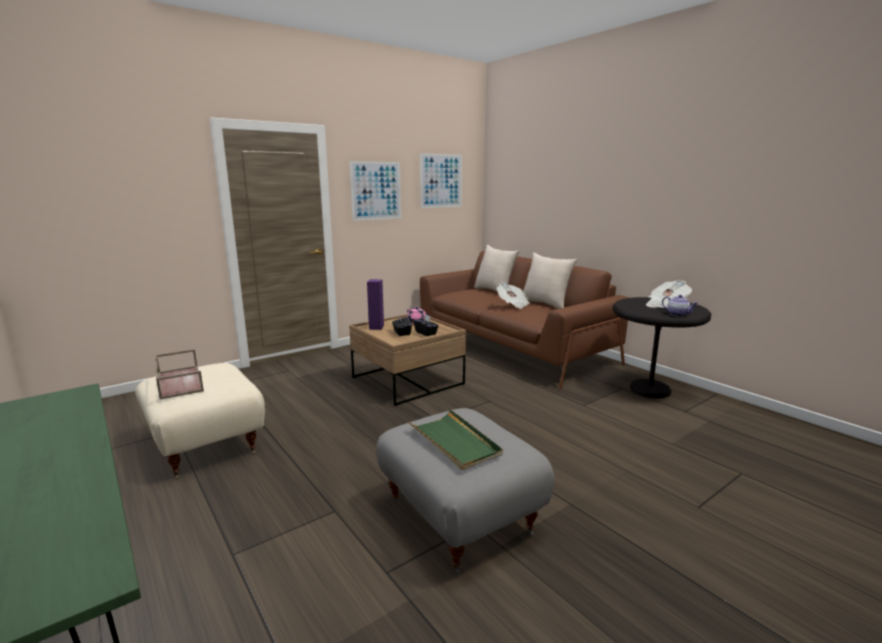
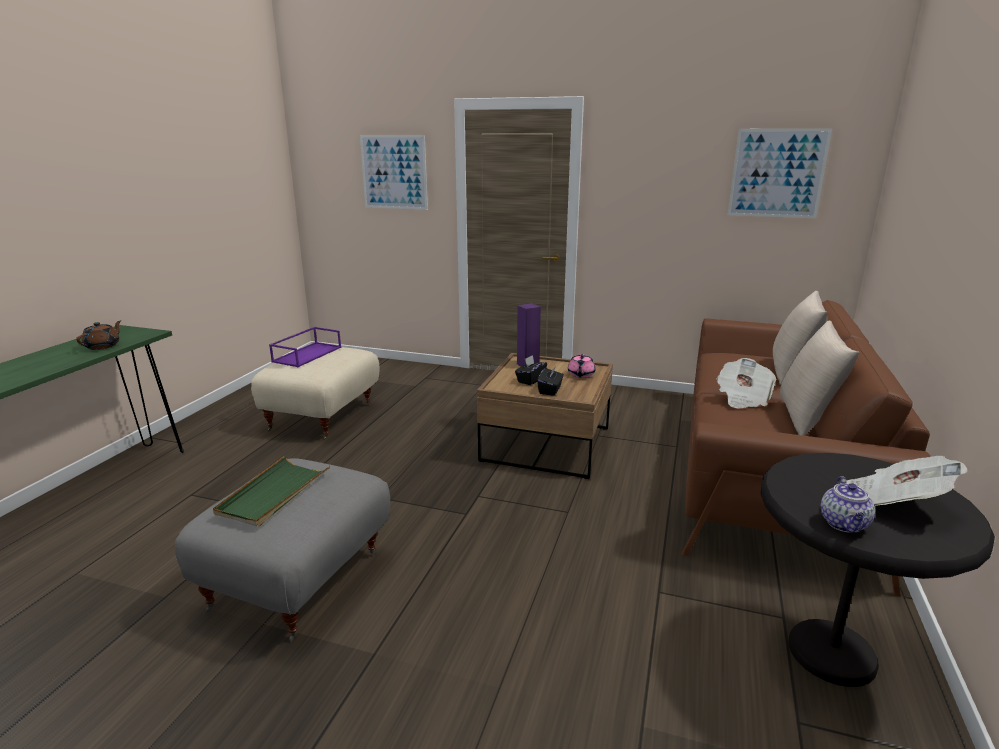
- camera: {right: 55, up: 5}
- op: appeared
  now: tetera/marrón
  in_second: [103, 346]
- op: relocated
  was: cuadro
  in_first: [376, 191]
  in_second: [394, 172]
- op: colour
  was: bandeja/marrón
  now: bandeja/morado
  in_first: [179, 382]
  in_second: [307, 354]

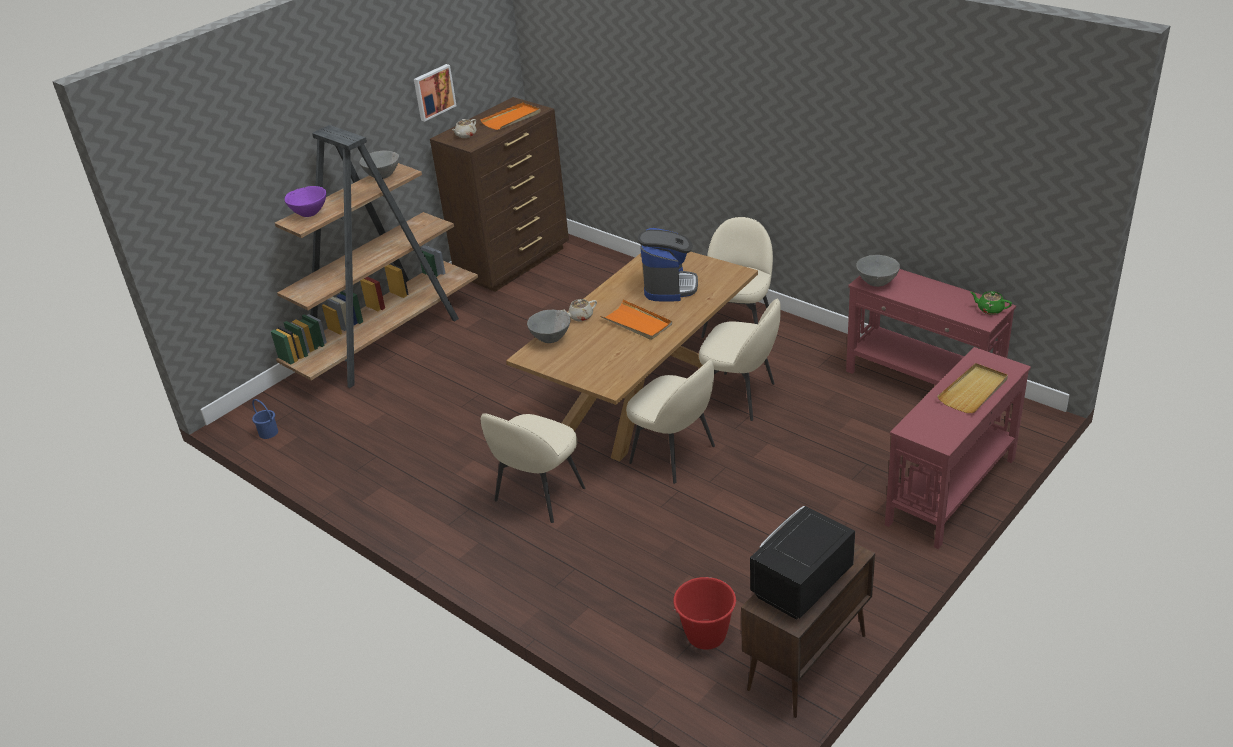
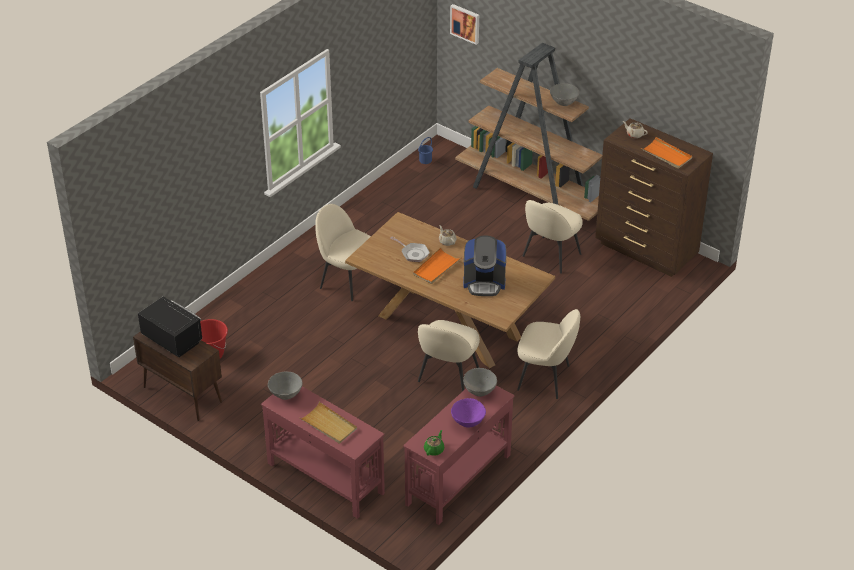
- camera: {right: 85, up: 5}
- op: appeared
  now: sartén
  in_second: [413, 253]
- op: relocated
  was: cuenco/morado
  in_first: [309, 213]
  in_second: [468, 422]
- op: relocated
  was: cuadro
  in_first: [433, 92]
  in_second: [465, 23]
- op: relocated
  was: cuenco/gris
  in_first: [551, 339]
  in_second: [286, 395]
- op: relocated
  was: silla/beis
  in_first: [674, 455]
  in_second: [550, 256]

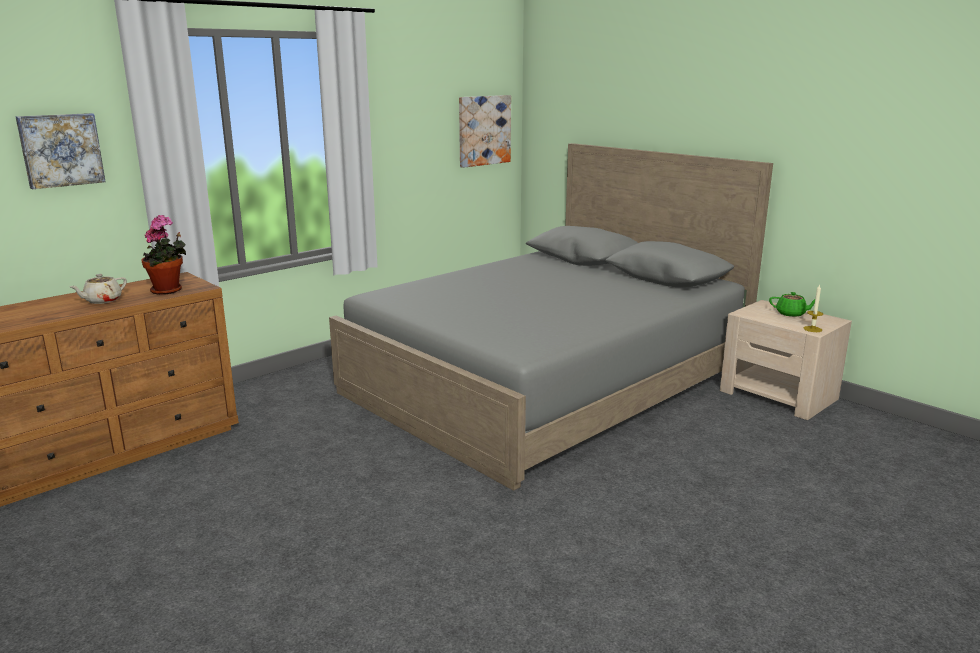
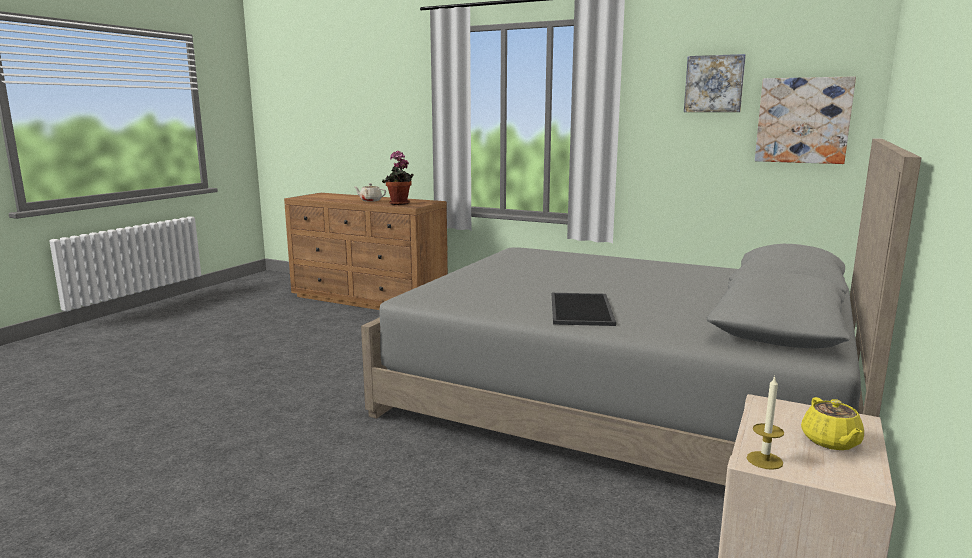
- camera: {right: 70, up: -5}
- op: appeared
  now: bandeja
  in_second: [583, 310]
- op: relocated
  was: cuadro
  in_first: [61, 150]
  in_second: [714, 84]
- op: colour
  was: tetera/verde
  now: tetera/amarillo
  in_first: [791, 314]
  in_second: [831, 442]

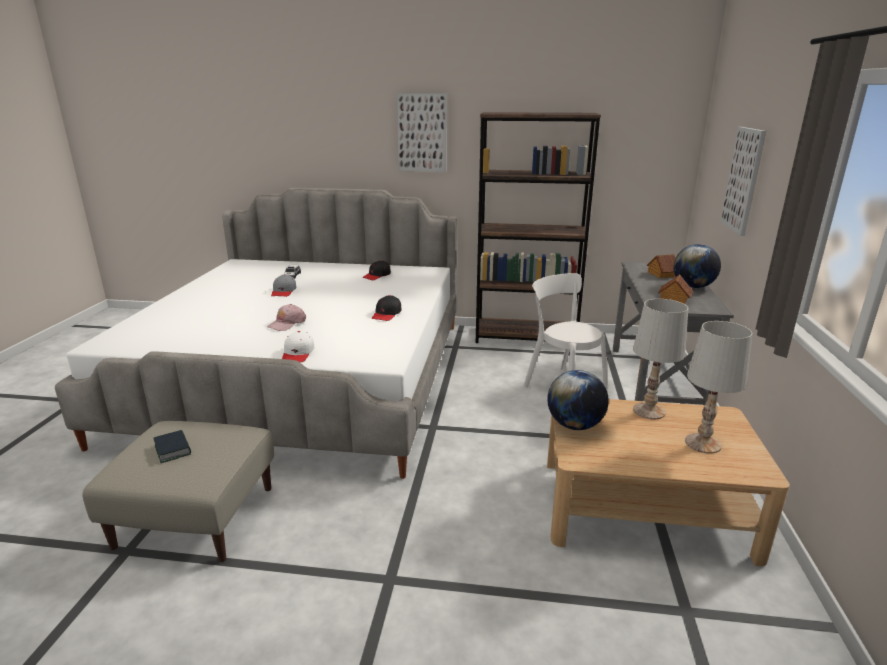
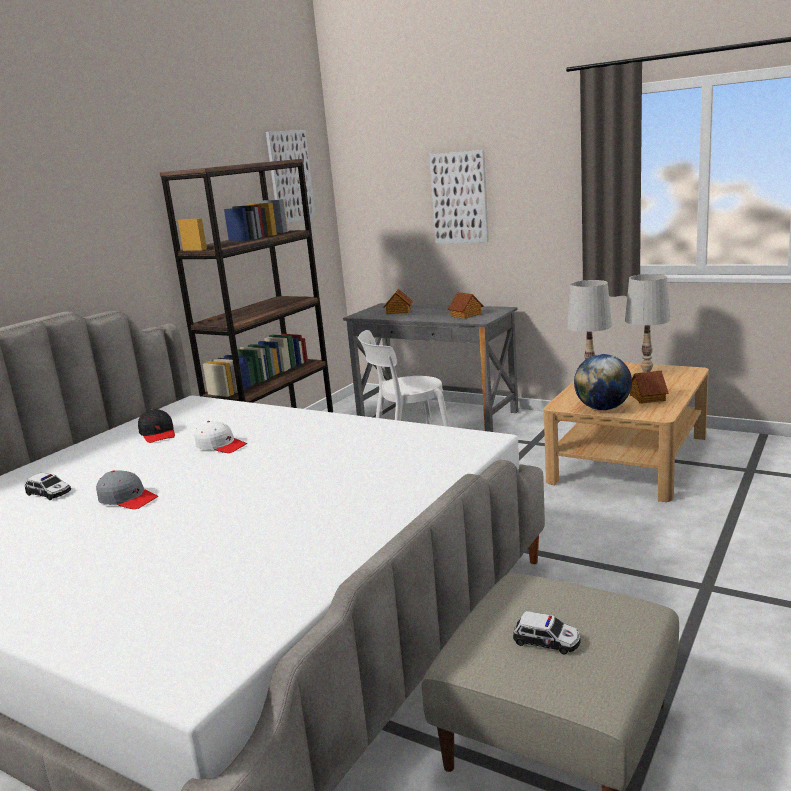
- camera: {right: -65, up: -5}
- op: missing
  was: gorra/rosa
  in_first: [287, 323]
- op: missing
  was: gorra/negro
  in_first: [387, 314]
- op: missing
  was: globo terráqueo
  in_first: [693, 287]
- op: appeared
  now: casita
  in_second: [647, 398]
- op: relocated
  was: gorra/blanco
  in_first: [298, 353]
  in_second: [220, 445]
- op: relocated
  was: cuadro
  in_first: [422, 133]
  in_second: [290, 176]
- op: exchanged
  was: libro
  now: coche de juguete
  in_first: [173, 450]
  in_second: [547, 641]

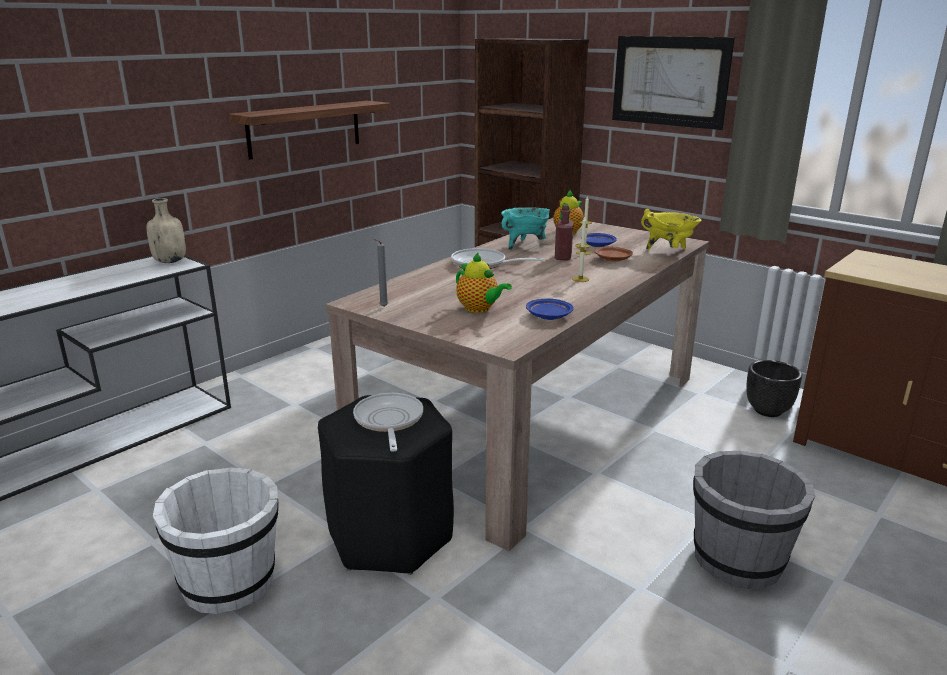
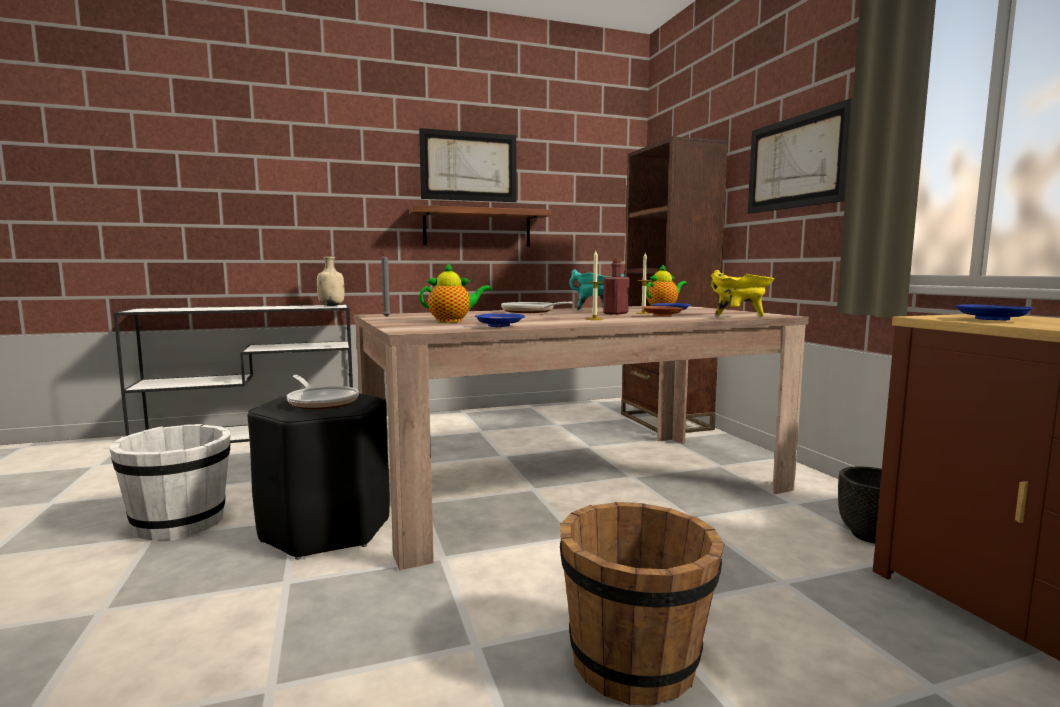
- camera: {right: 30, up: -15}
- op: appeared
  now: cuadro
  in_second: [469, 166]
- op: appeared
  now: plato/azul
  in_second: [992, 320]
- op: colour
  was: cubo/gris
  now: cubo/marrón
  in_first: [738, 559]
  in_second: [635, 662]
- op: spun
  was: sartén
  in_first: [388, 422]
  in_second: [321, 402]
  clockwise: 120
- op: spun
  was: tetera
  in_first: [479, 309]
  in_second: [453, 321]
  clockwise: -90

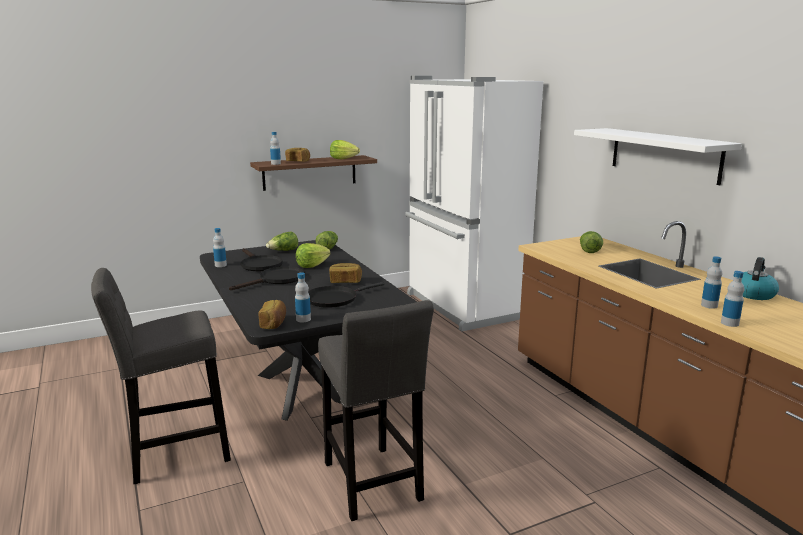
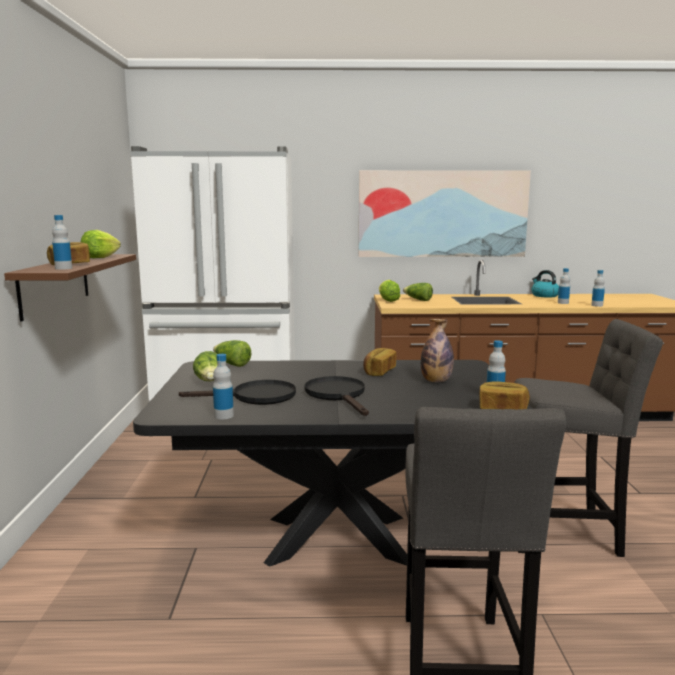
- camera: {right: -65, up: -5}
- op: relocated
  was: lechuga
  in_first: [312, 265]
  in_second: [387, 300]
- op: exchanged
  was: sartén/negro
  now: botella
  in_first: [334, 299]
  in_second: [436, 381]
- op: exchanged
  was: estante/blanco
  now: cuadro
  in_first: [664, 154]
  in_second: [442, 214]

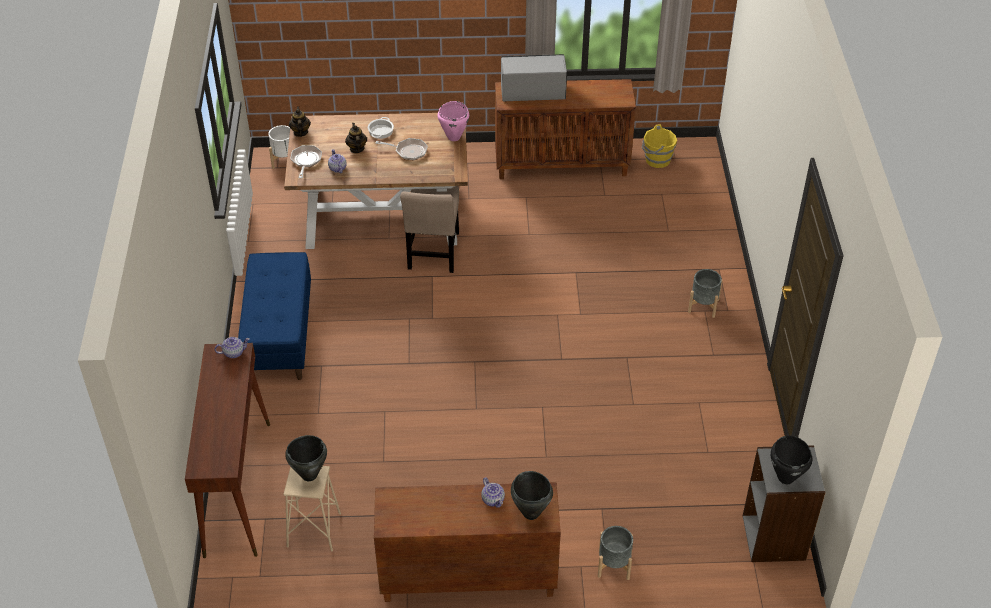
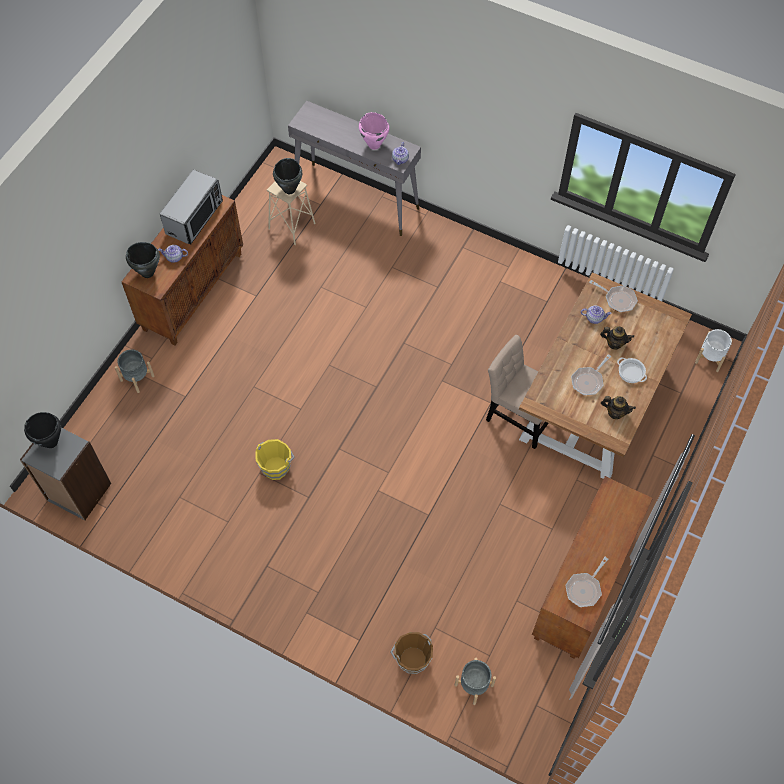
- camera: {right: 120, up: 15}
- op: missing
  was: banco/azul
  in_first: [279, 335]
- op: appeared
  now: cubo/marrón
  in_second: [412, 659]
- op: appeared
  now: sartén
  in_second: [584, 588]
- op: relocated
  was: tetera
  in_first: [300, 132]
  in_second: [615, 412]
- op: relocated
  was: olla/rosa
  in_first: [453, 137]
  in_second: [374, 144]
- op: relocated
  was: microondas
  in_first: [532, 91]
  in_second: [195, 217]
- op: relocated
  was: cubo/amarillo
  in_first: [657, 160]
  in_second: [276, 467]
- op: relocated
  was: maceta/gris
  in_first: [703, 305]
  in_second: [474, 685]
- op: colour
  was: mesa consola/marrón
  now: mesa consola/gris
  in_first: [237, 487]
  in_second: [357, 199]

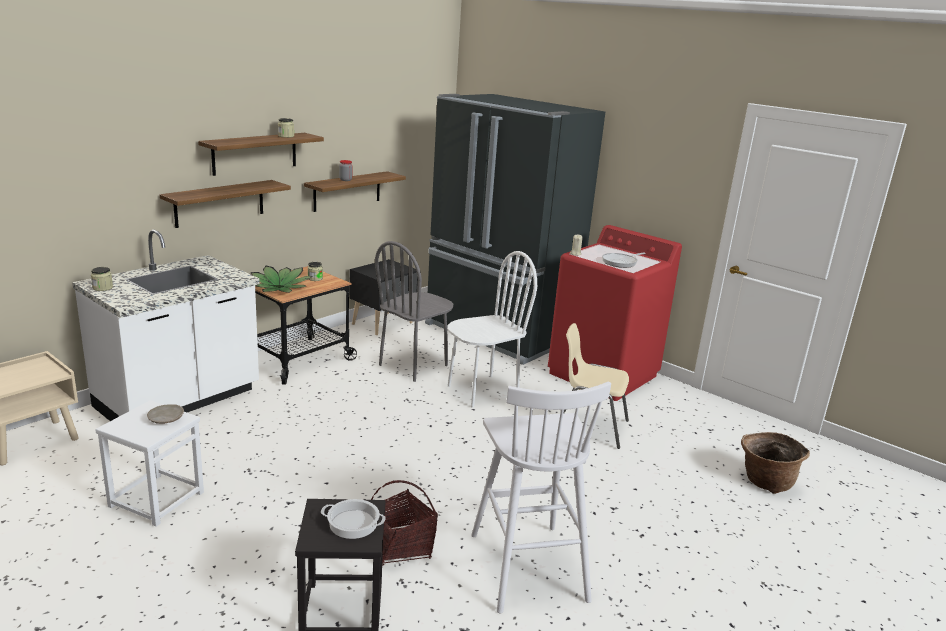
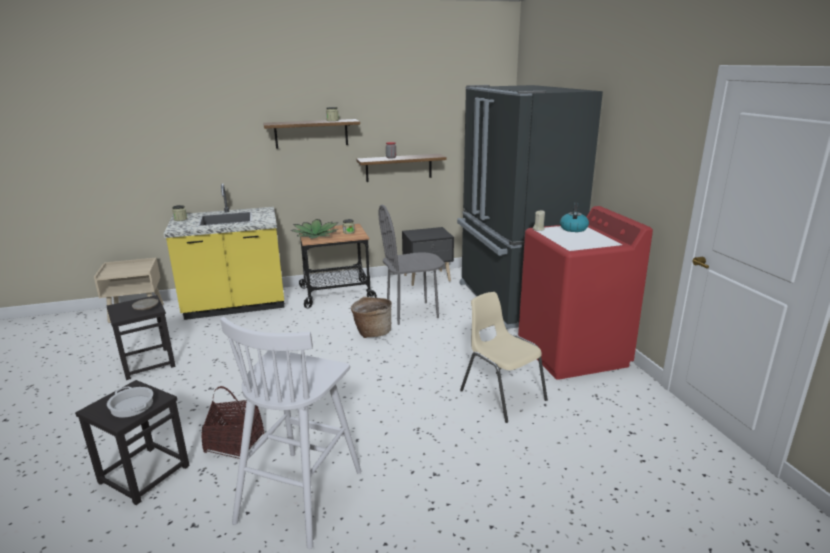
- camera: {right: 35, up: 0}
- op: missing
  was: estante
  in_first: [219, 203]
- op: missing
  was: silla/blanco
  in_first: [482, 391]
- op: missing
  was: sartén
  in_first: [621, 262]
- op: appeared
  now: hervidor
  in_second: [573, 228]
- op: relocated
  was: cesta
  in_first: [765, 482]
  in_second: [372, 332]
- op: colour
  was: mueble bajo de cocina/blanco
  now: mueble bajo de cocina/amarillo
  in_first: [179, 400]
  in_second: [235, 305]
- op: colour
  was: taburete/blanco
  now: taburete/negro
  in_first: [156, 499]
  in_second: [148, 363]

